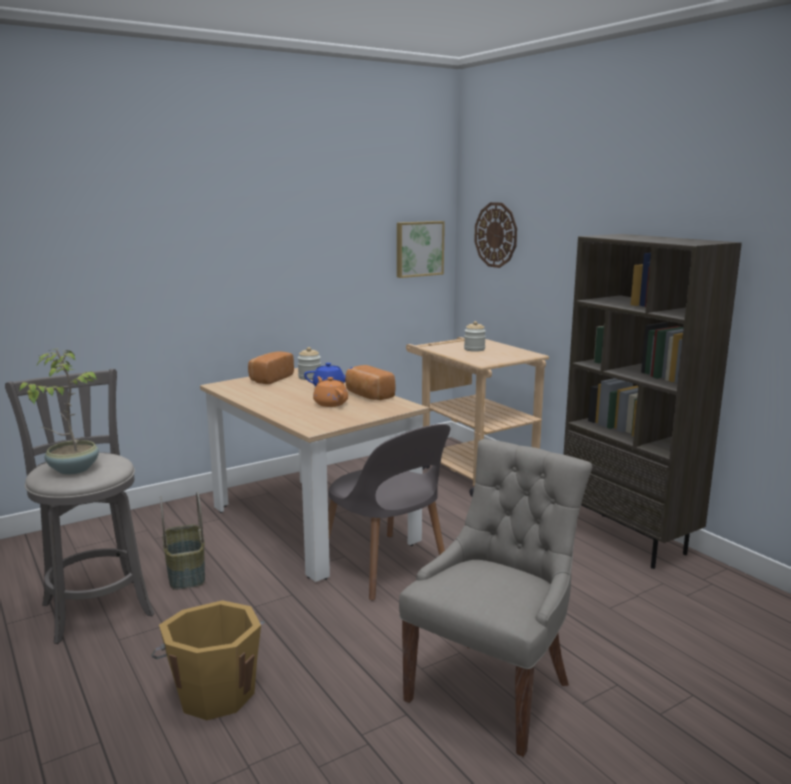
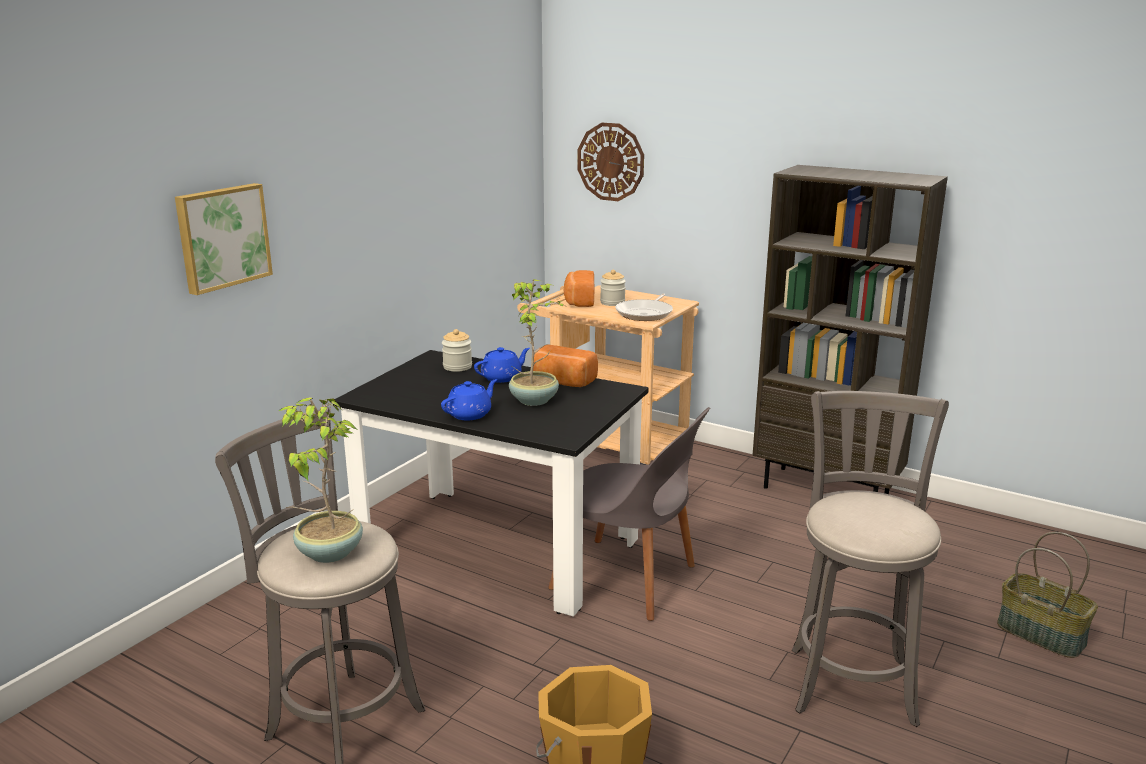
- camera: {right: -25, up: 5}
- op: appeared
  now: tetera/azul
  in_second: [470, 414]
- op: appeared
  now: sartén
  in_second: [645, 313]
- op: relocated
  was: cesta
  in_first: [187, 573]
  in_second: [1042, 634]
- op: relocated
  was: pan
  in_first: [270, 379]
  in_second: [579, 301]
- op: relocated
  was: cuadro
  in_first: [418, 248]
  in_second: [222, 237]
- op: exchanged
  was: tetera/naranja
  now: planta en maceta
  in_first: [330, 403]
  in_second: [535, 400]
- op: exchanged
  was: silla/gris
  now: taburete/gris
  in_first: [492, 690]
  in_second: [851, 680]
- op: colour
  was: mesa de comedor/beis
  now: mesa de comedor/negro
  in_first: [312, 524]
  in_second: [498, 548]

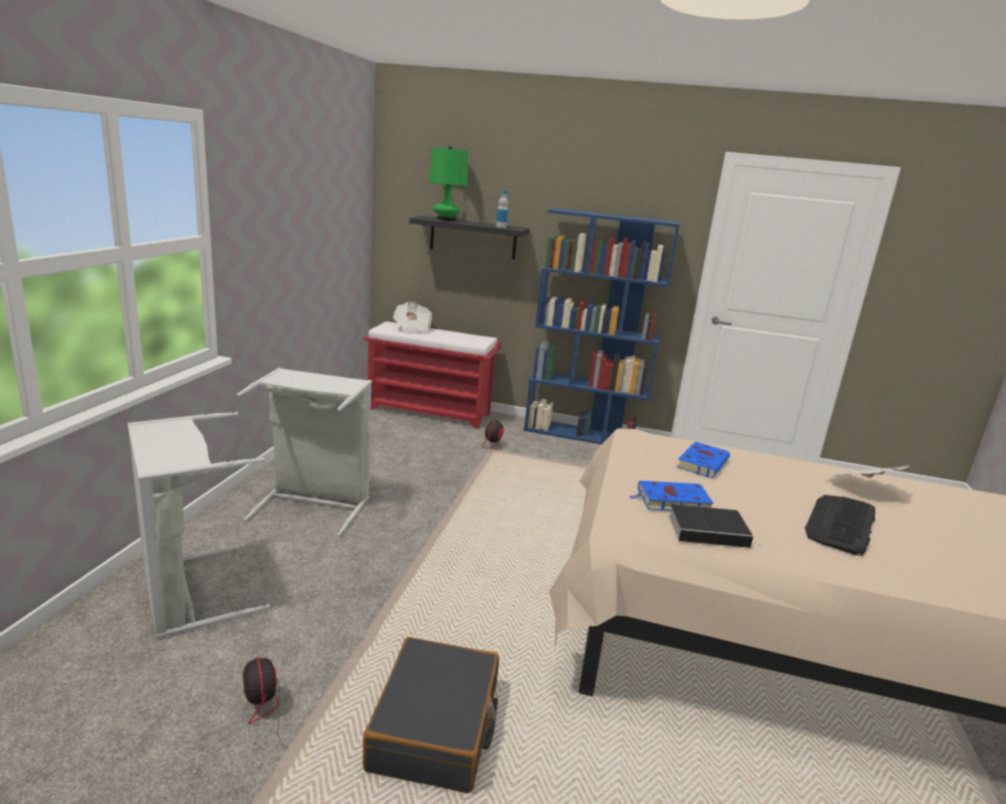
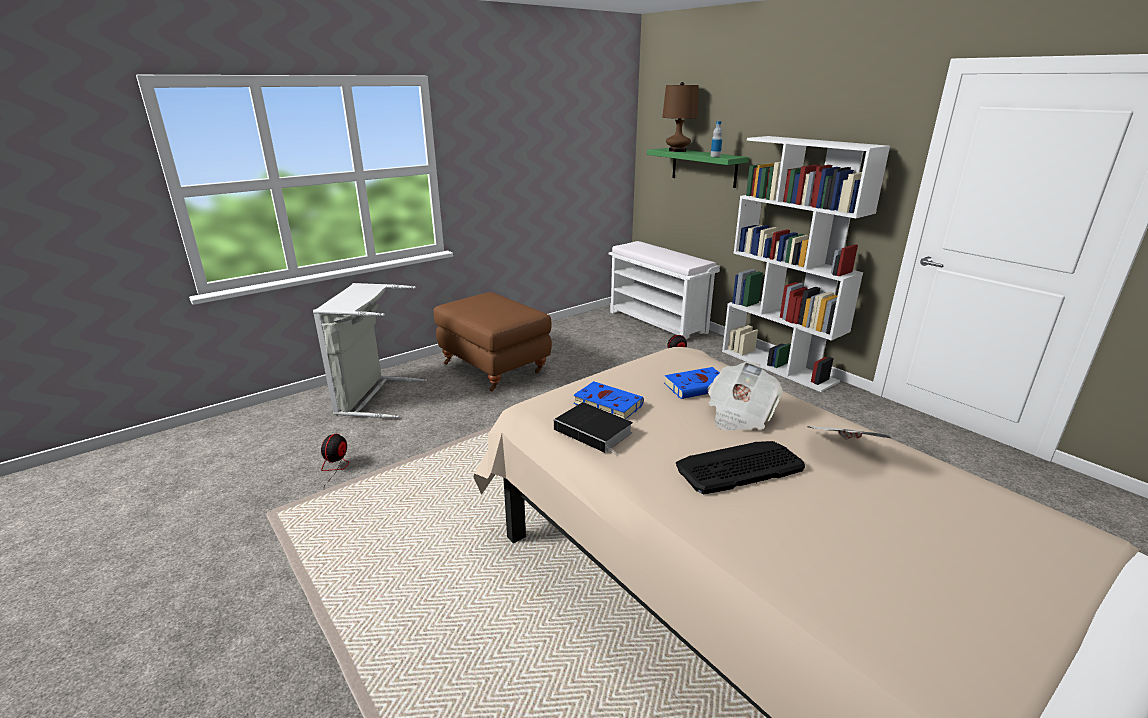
- camera: {right: 40, up: 5}
- op: missing
  was: maleta/negro
  in_first: [435, 728]
- op: relocated
  was: periódico
  in_first: [412, 329]
  in_second: [739, 415]
- op: exchanged
  was: cesto de la ropa/gris
  now: puf/marrón
  in_first: [314, 504]
  in_second: [495, 367]
- op: colour
  was: banco/rojo
  now: banco/blanco
  in_first: [430, 411]
  in_second: [658, 322]
- op: colour
  was: estante/negro
  now: estante/verde
  in_first: [473, 238]
  in_second: [704, 167]
- op: colour
  was: lámpara de mesa/verde
  now: lámpara de mesa/marrón
  in_first: [446, 220]
  in_second: [677, 151]
- op: colour
  was: estantería/azul
  now: estantería/blanco
  in_first: [583, 434]
  in_second: [778, 366]

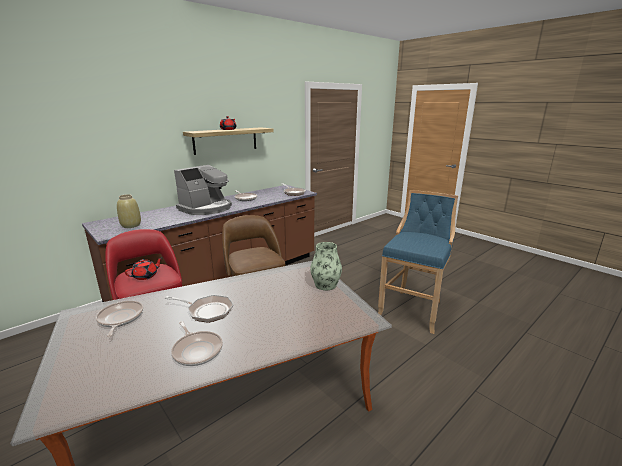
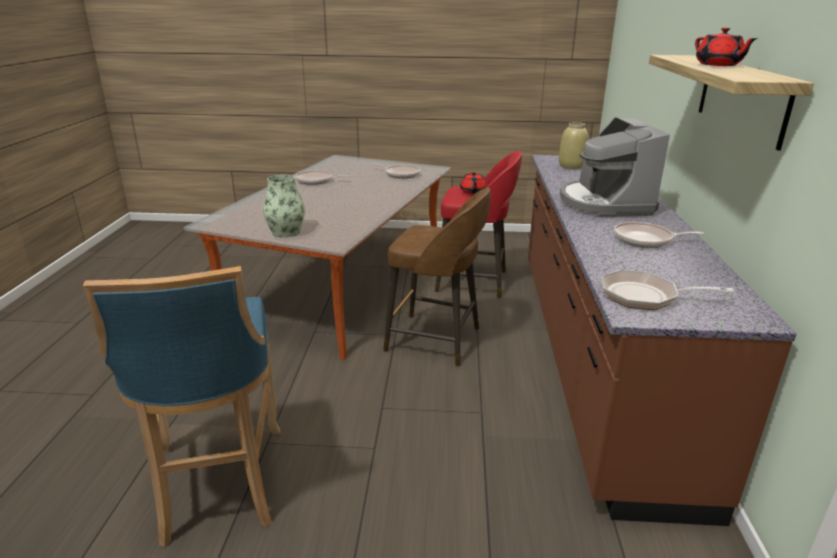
- camera: {right: 135, up: 5}
- op: missing
  was: sartén
  in_first: [207, 311]

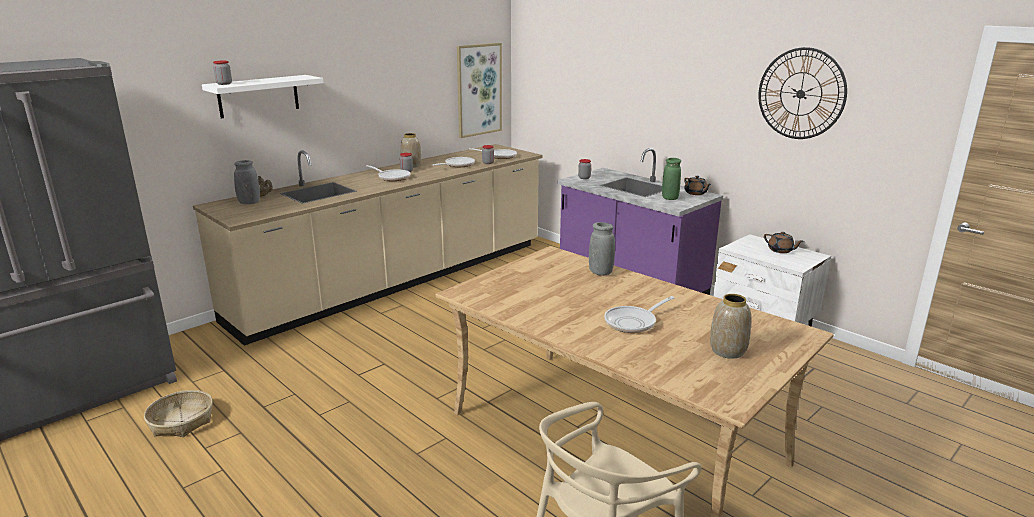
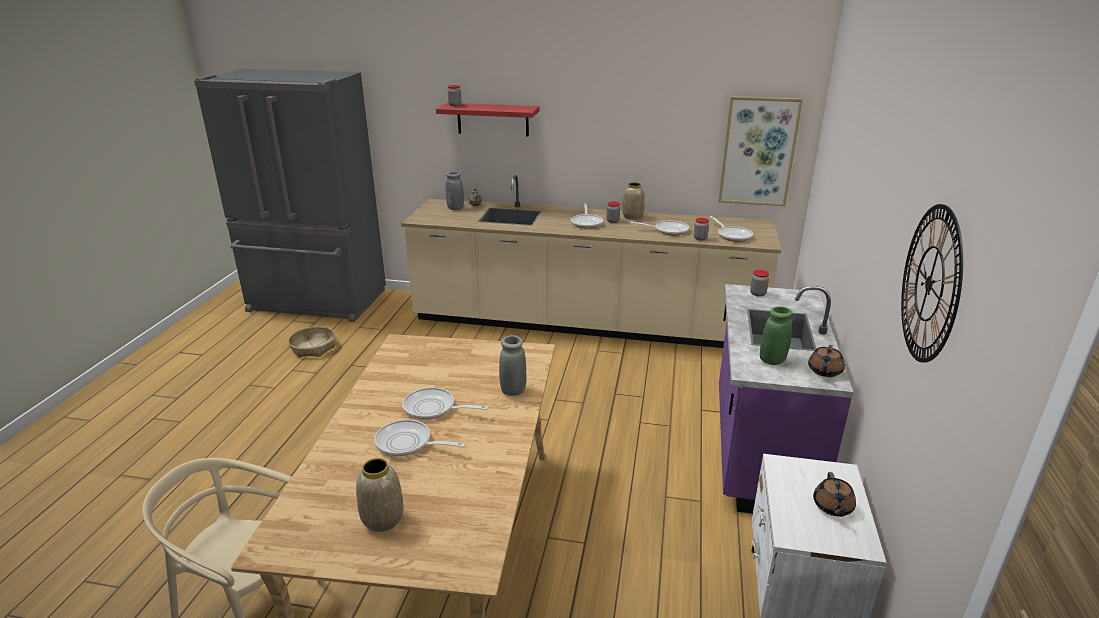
- camera: {right: 55, up: 5}
- op: appeared
  now: sartén
  in_second: [433, 408]
- op: colour
  was: estante/blanco
  now: estante/rojo
  in_first: [258, 96]
  in_second: [492, 119]

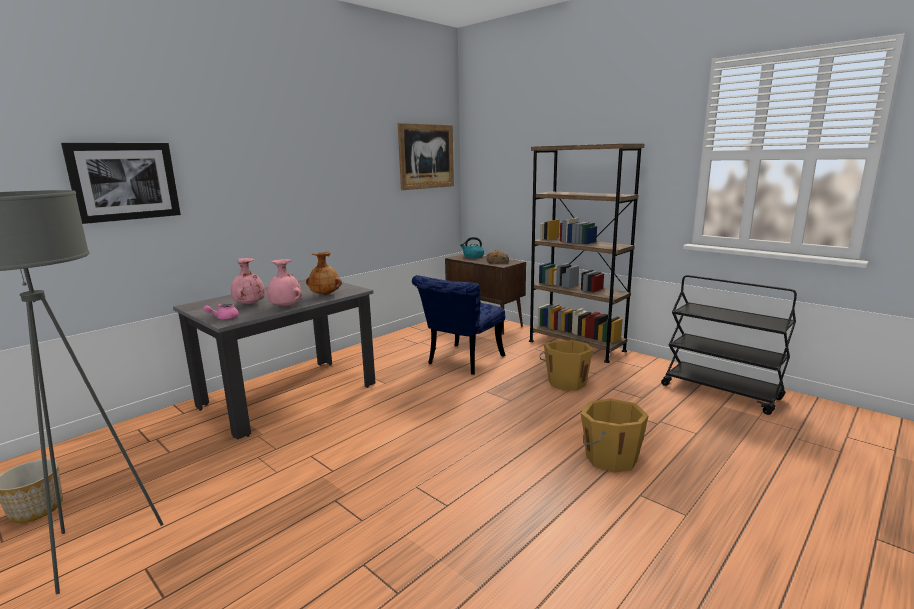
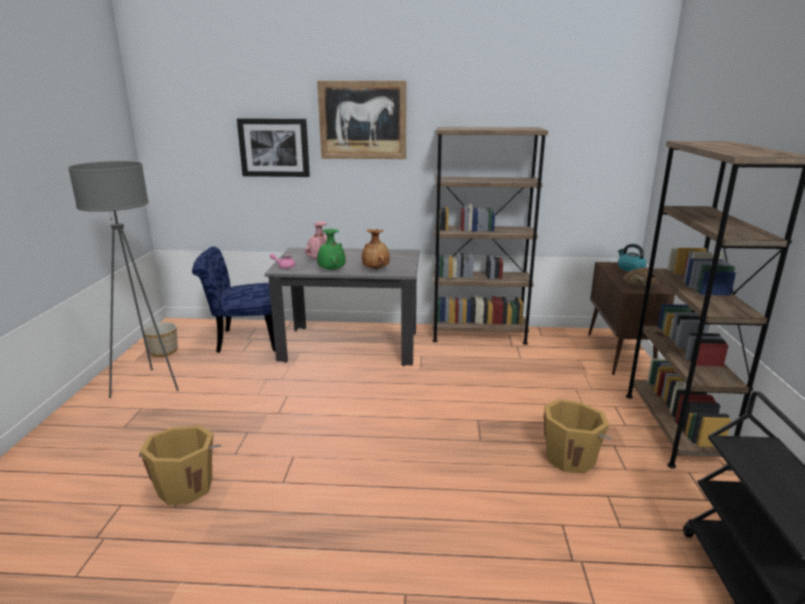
- camera: {right: 50, up: 5}
- op: appeared
  now: estantería/marrón
  in_second: [478, 334]
- op: relocated
  was: cuadro
  in_first: [426, 156]
  in_second: [362, 120]
- op: relocated
  was: silla/azul
  in_first: [461, 362]
  in_second: [243, 340]
- op: relocated
  was: cubo/naranja
  in_first: [610, 457]
  in_second: [185, 486]
- op: colour
  was: florero/rosa
  now: florero/verde
  in_first: [285, 306]
  in_second: [331, 270]

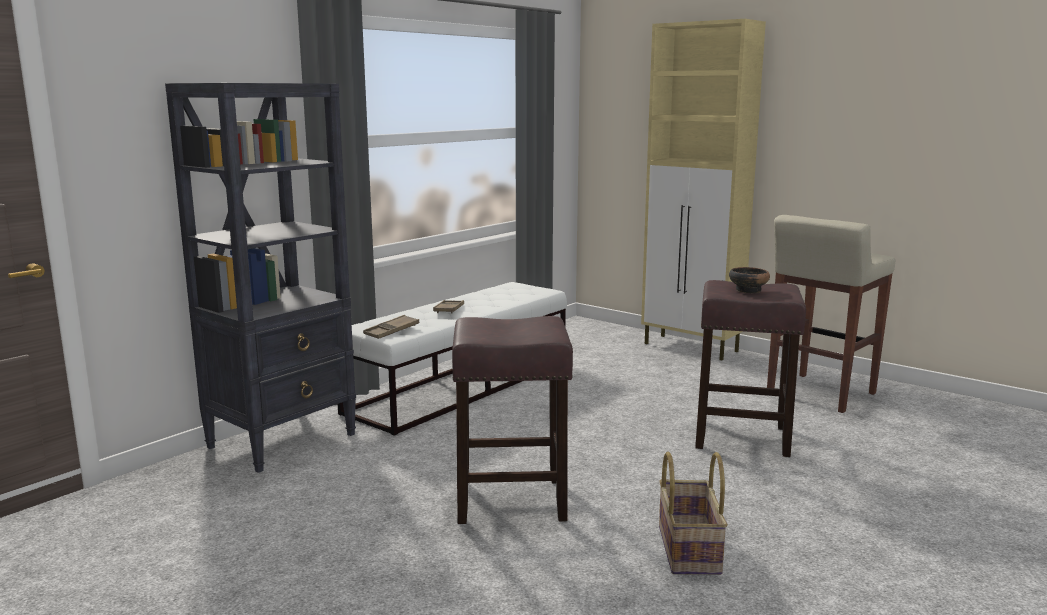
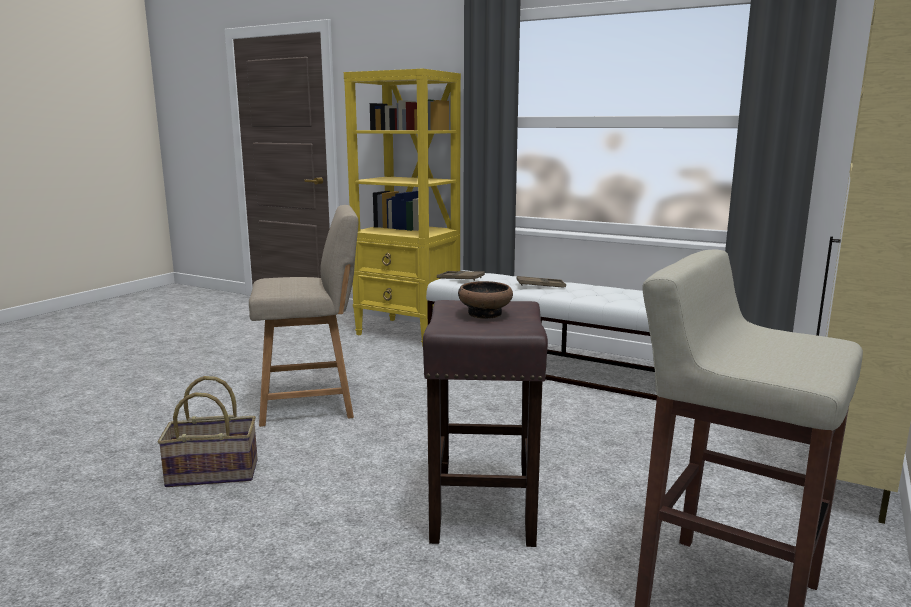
- camera: {right: 80, up: 0}
- op: exchanged
  was: taburete/marrón
  now: silla/beis
  in_first: [513, 500]
  in_second: [312, 403]
- op: colour
  was: estantería/negro
  now: estantería/amarillo
  in_first: [283, 440]
  in_second: [408, 332]

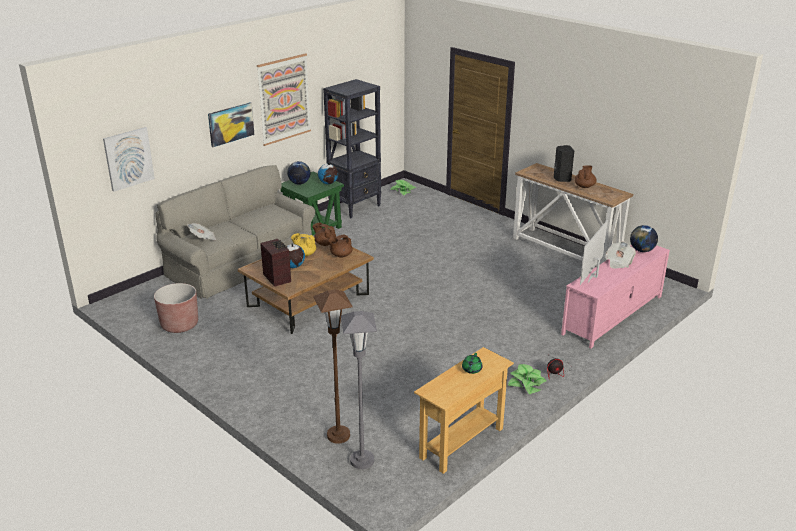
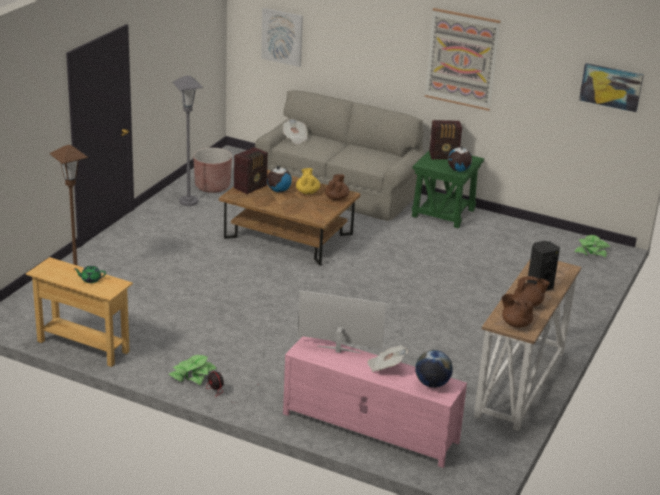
- camera: {right: 70, up: 0}
- op: missing
  was: estantería/negro
  in_first: [355, 207]
- op: relocated
  was: cuadro
  in_first: [231, 124]
  in_second: [611, 87]
- op: relocated
  was: tetera/marrón
  in_first: [340, 255]
  in_second: [515, 323]
- op: relocated
  was: lámpara de pie/gris
  in_first: [362, 461]
  in_second: [188, 202]
- op: exchanged
  was: globo terráqueo
  now: radio
  in_first: [299, 183]
  in_second: [444, 156]

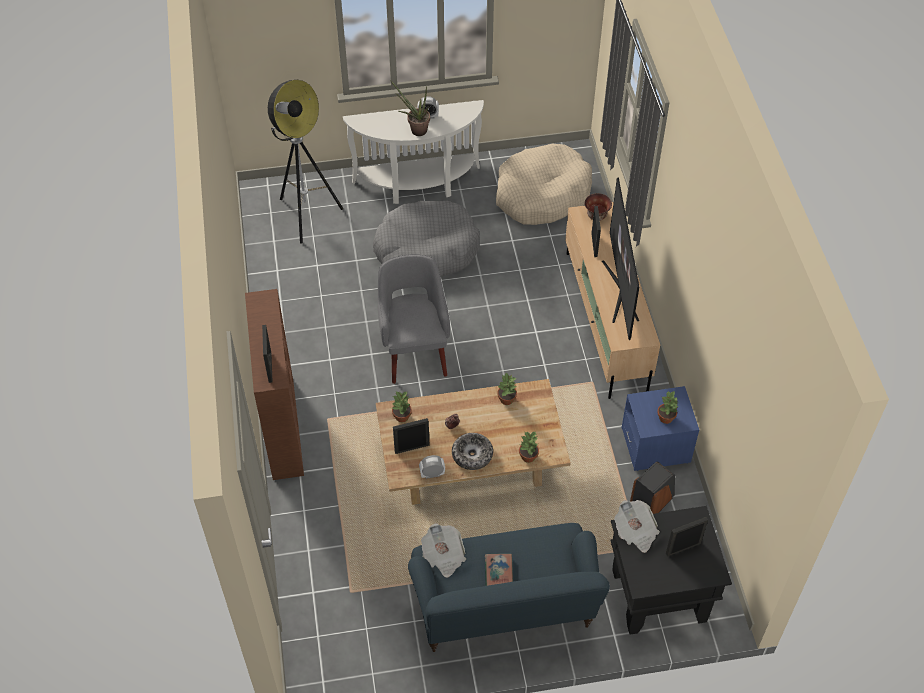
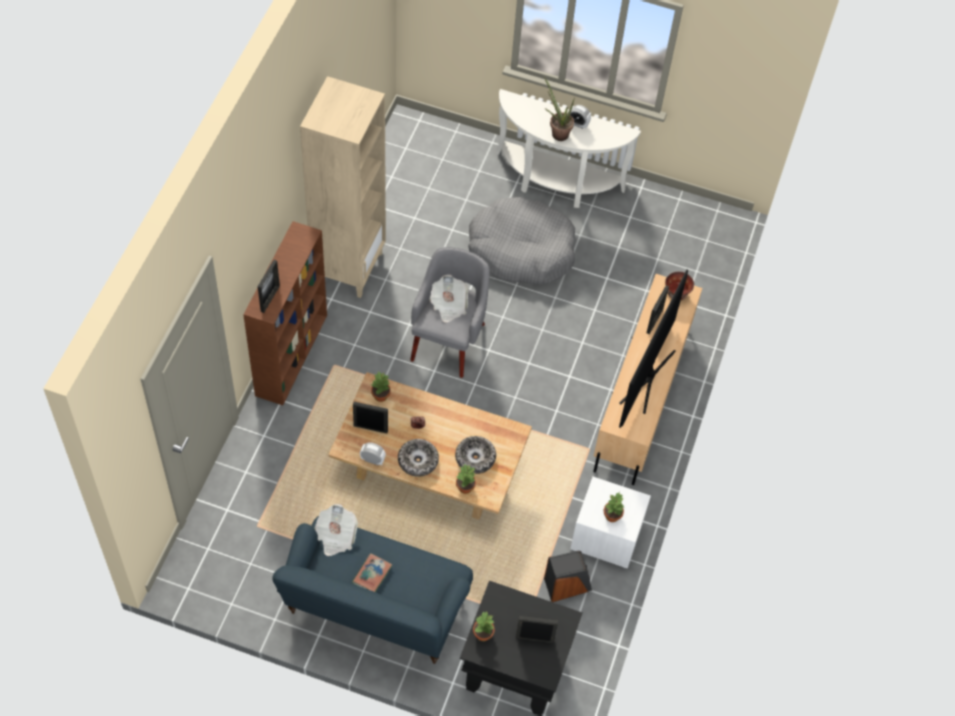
- camera: {right: 25, up: 5}
- op: missing
  was: lámpara de pie
  in_first: [306, 216]
- op: missing
  was: cama para perro/beis
  in_first: [542, 194]
- op: appeared
  now: estantería/beis
  in_second: [348, 267]
- op: appeared
  now: cuenco
  in_second: [475, 458]
- op: relocated
  was: planta en maceta
  in_first: [506, 400]
  in_second: [482, 634]
- op: relocated
  was: periódico
  in_first: [635, 532]
  in_second: [449, 305]
- op: colour
  was: mesita de noche/azul
  now: mesita de noche/blanco
  in_first: [655, 445]
  in_second: [606, 536]

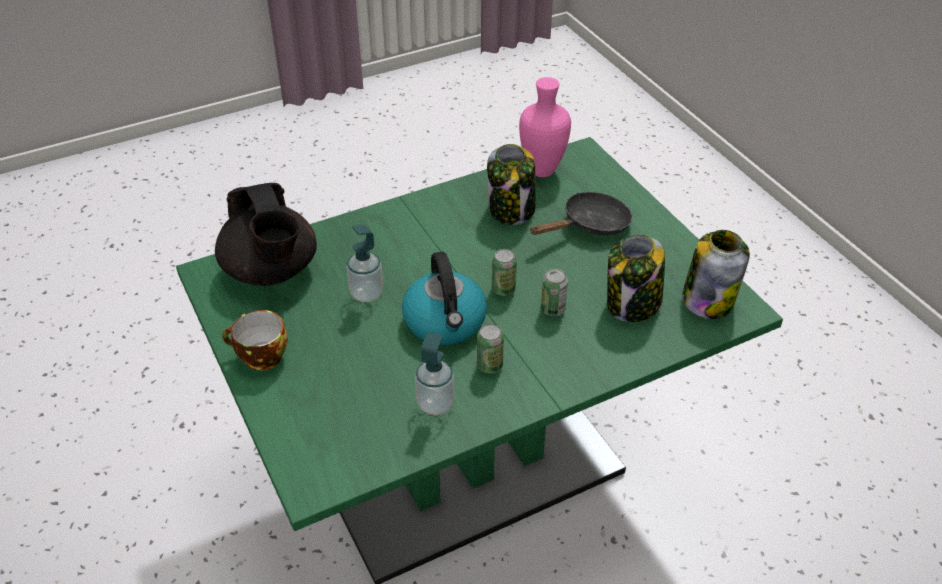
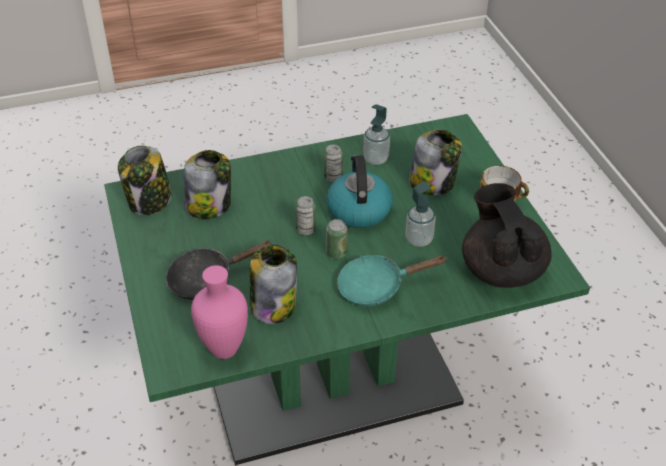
- camera: {right: -170, up: 0}
- op: appeared
  now: sartén/turquesa
  in_second: [377, 286]
- op: appeared
  now: tarro
  in_second: [433, 183]
- op: relocated
  was: lata
  in_first: [552, 309]
  in_second: [336, 253]

